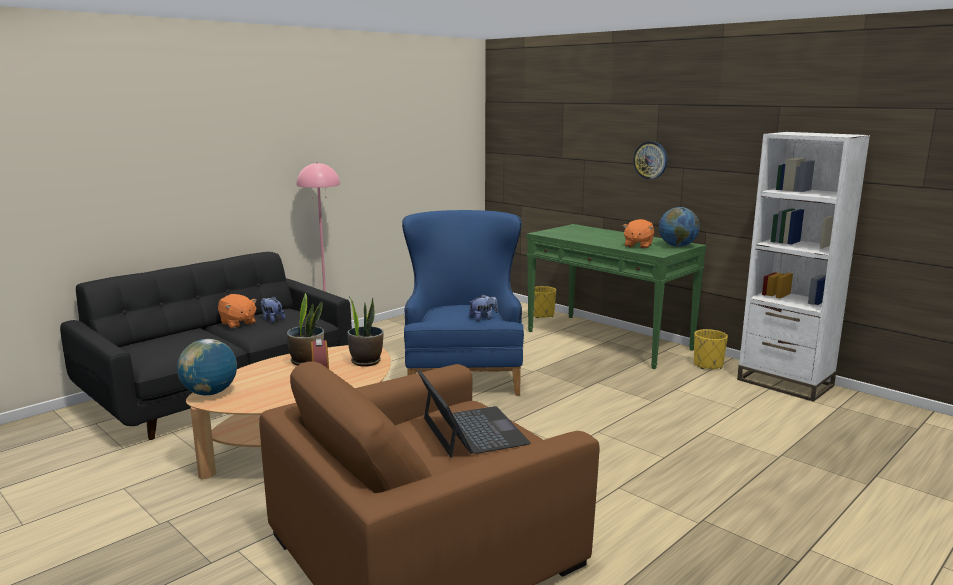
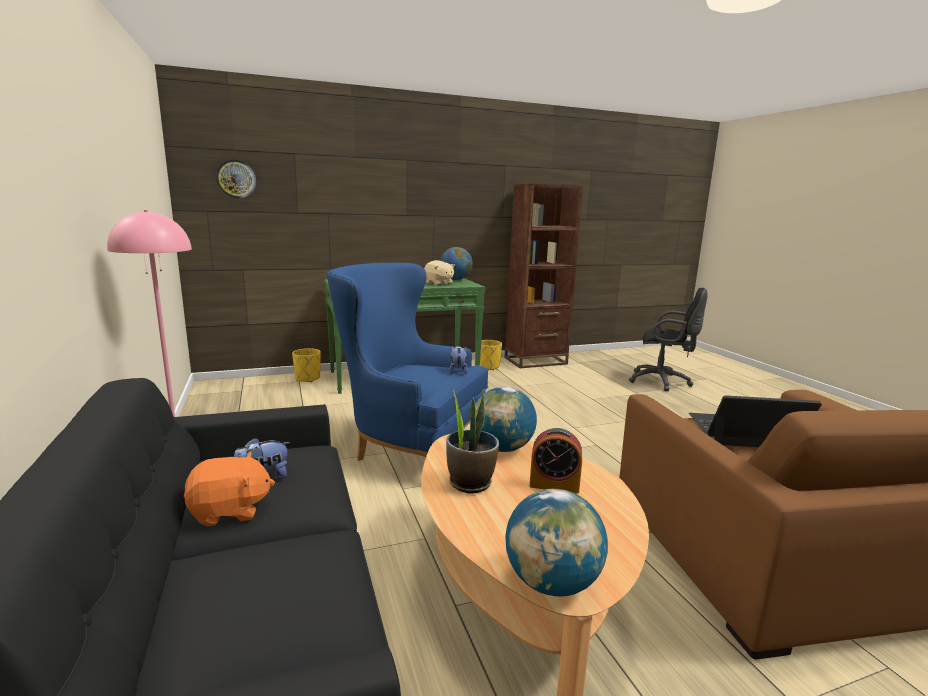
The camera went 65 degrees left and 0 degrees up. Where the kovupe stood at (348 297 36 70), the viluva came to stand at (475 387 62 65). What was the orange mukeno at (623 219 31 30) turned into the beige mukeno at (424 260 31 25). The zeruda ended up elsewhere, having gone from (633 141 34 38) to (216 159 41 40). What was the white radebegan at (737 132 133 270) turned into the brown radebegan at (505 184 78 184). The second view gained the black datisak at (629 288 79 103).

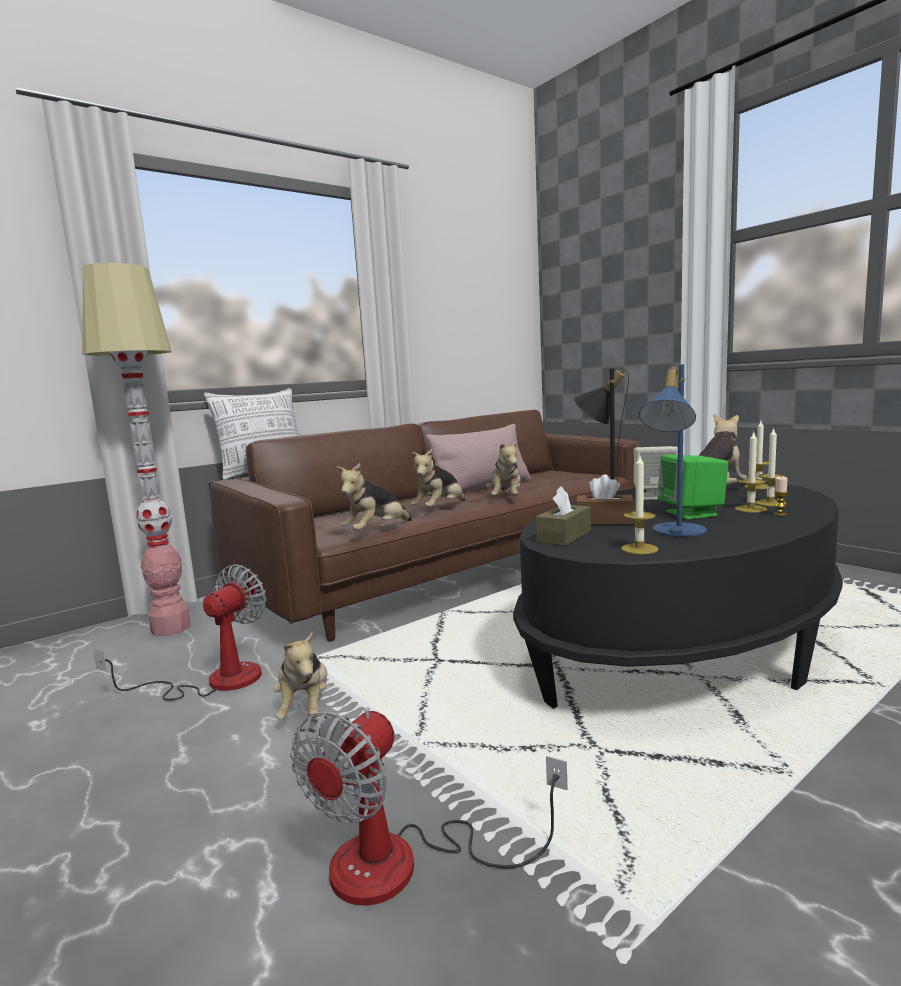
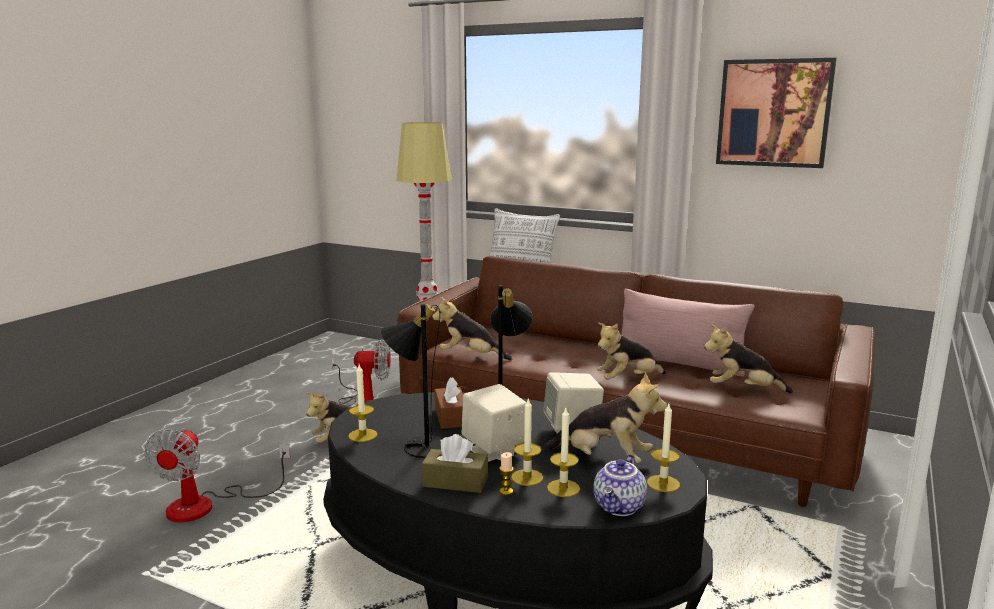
The camera went 65 degrees right and 5 degrees up. The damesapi at (290 707 277 199) ended up facing another way, 90 degrees counterclockwise from before. The mukeno ended up elsewhere, having gone from (411 449 54 59) to (704 324 89 69). The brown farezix ended up elsewhere, having gone from (536 486 55 60) to (422 434 66 59). What was the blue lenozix at (639 364 68 173) turned into the black lenozix at (381 304 62 154). What was the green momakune at (657 455 72 65) turned into the beige momakune at (462 384 65 77). The second view gained the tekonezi at (593 454 54 62). The second view gained the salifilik at (716 58 121 110).

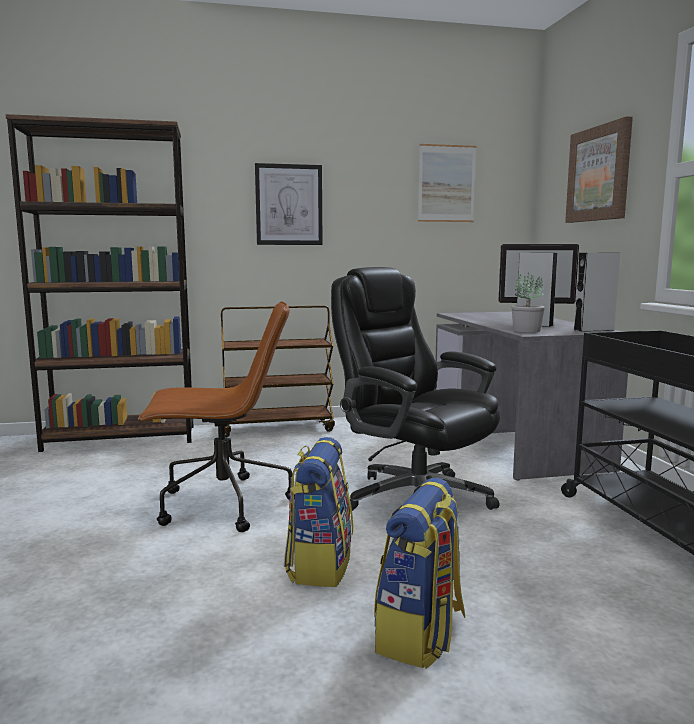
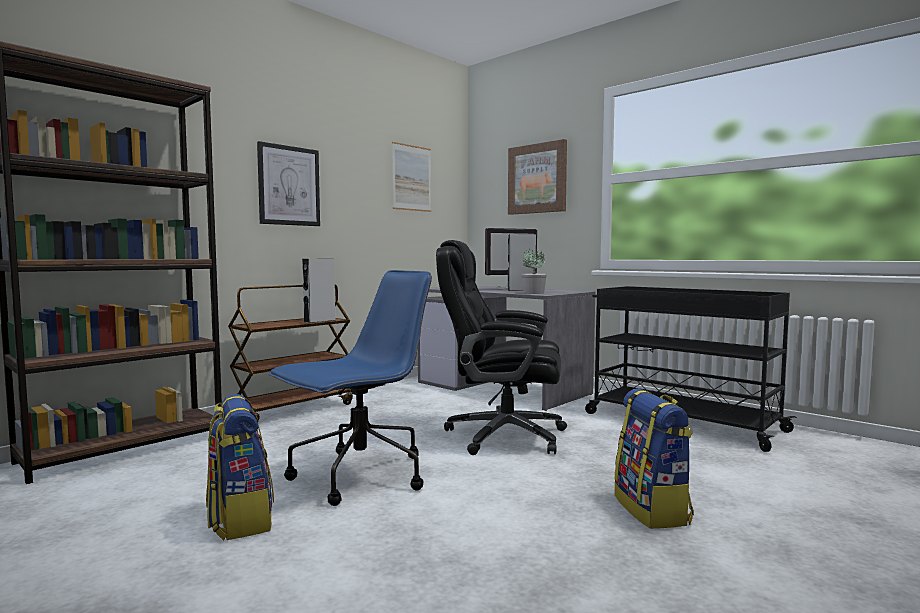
The camera went 35 degrees left and 5 degrees down. What was the brown datisak at (138 301 157 231) turned into the blue datisak at (268 270 164 236). The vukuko ended up elsewhere, having gone from (284 437 69 150) to (206 394 68 146). The grey momakune ended up elsewhere, having gone from (574 253 46 79) to (302 259 34 64).

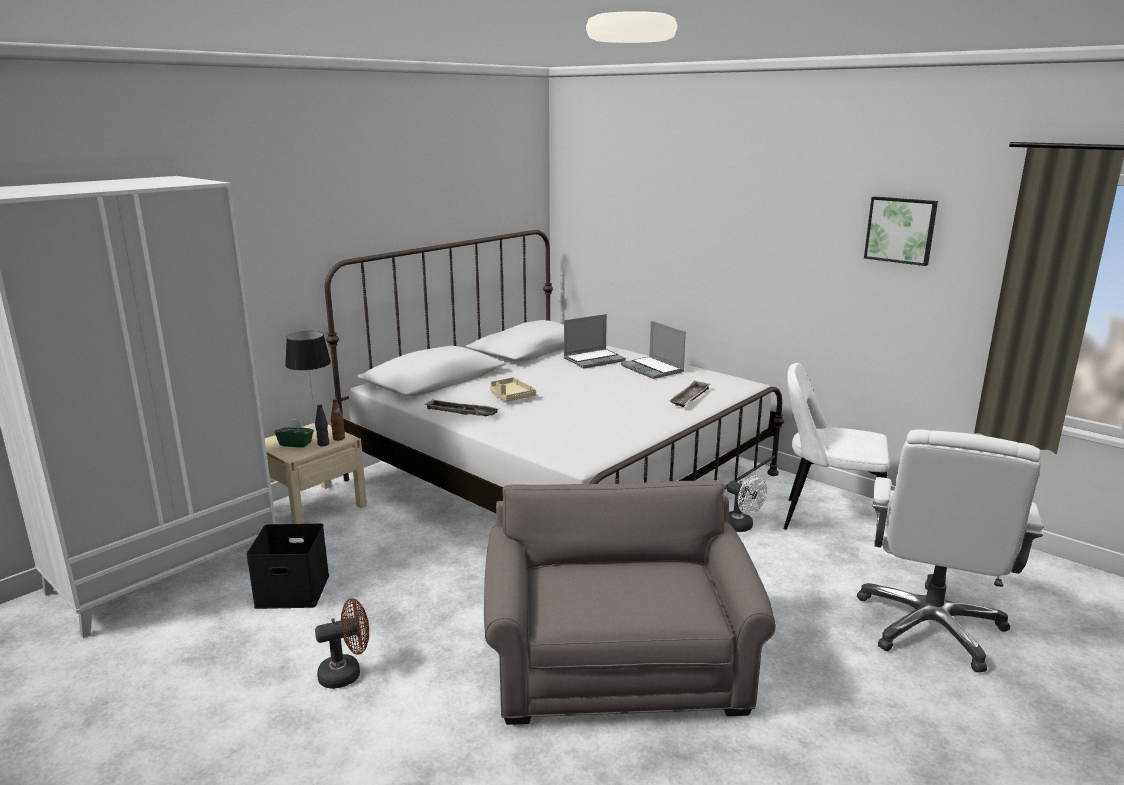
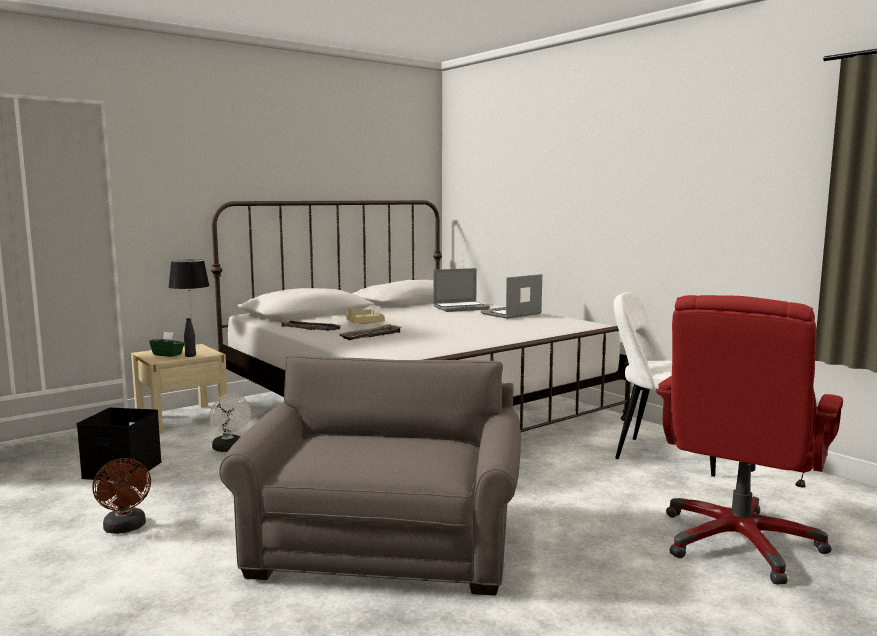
The camera went 10 degrees right and 10 degrees down. The brown damesapi at (315 598 54 91) ended up facing another way, 75 degrees clockwise from before. The second view lost the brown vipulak at (331 399 14 42). The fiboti at (621 321 65 58) ended up facing another way, 75 degrees clockwise from before. The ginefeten ended up elsewhere, having gone from (670 380 40 27) to (339 324 63 16). The white damesapi ended up elsewhere, having gone from (727 475 40 57) to (210 394 41 58). What was the white datisak at (857 429 186 244) turned into the red datisak at (656 295 187 289). The second view lost the salifilik at (864 197 74 69).

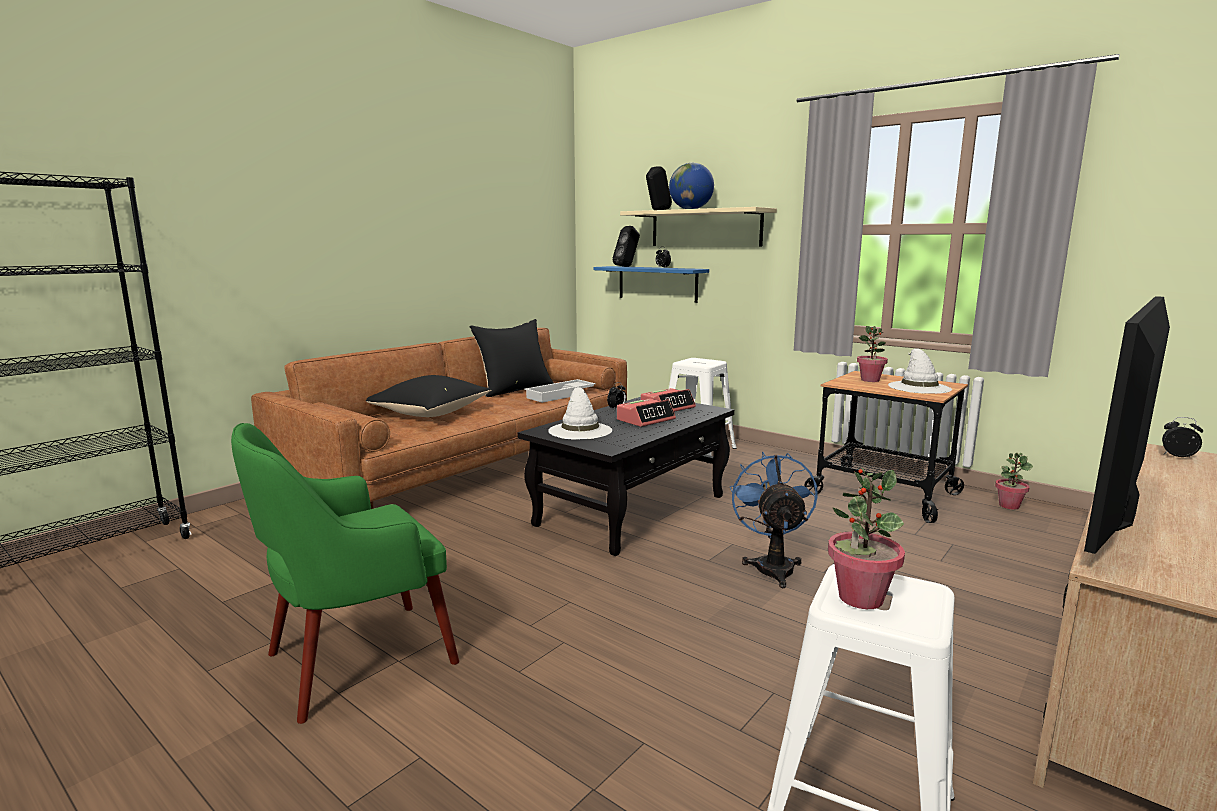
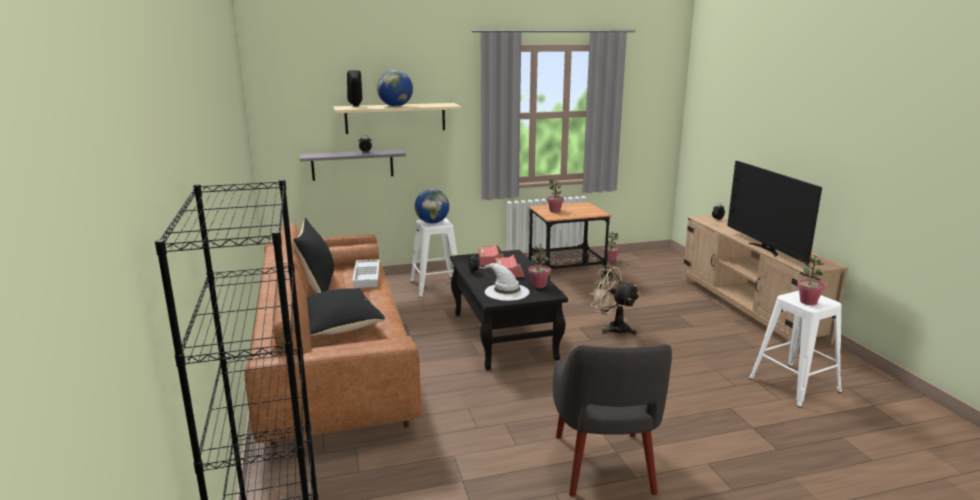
The camera went 55 degrees left and 5 degrees up. What was the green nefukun at (231 423 228 301) turned into the grey nefukun at (553 344 119 153). What was the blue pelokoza at (594 266 115 37) turned into the grey pelokoza at (300 149 106 32). The second view lost the black momakune at (612 226 28 41). What was the blue damesapi at (730 451 88 137) turned into the beige damesapi at (590 265 49 70). The second view lost the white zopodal at (888 348 64 46). The second view gained the viluva at (415 189 34 34). The second view gained the kovupe at (528 244 23 44).

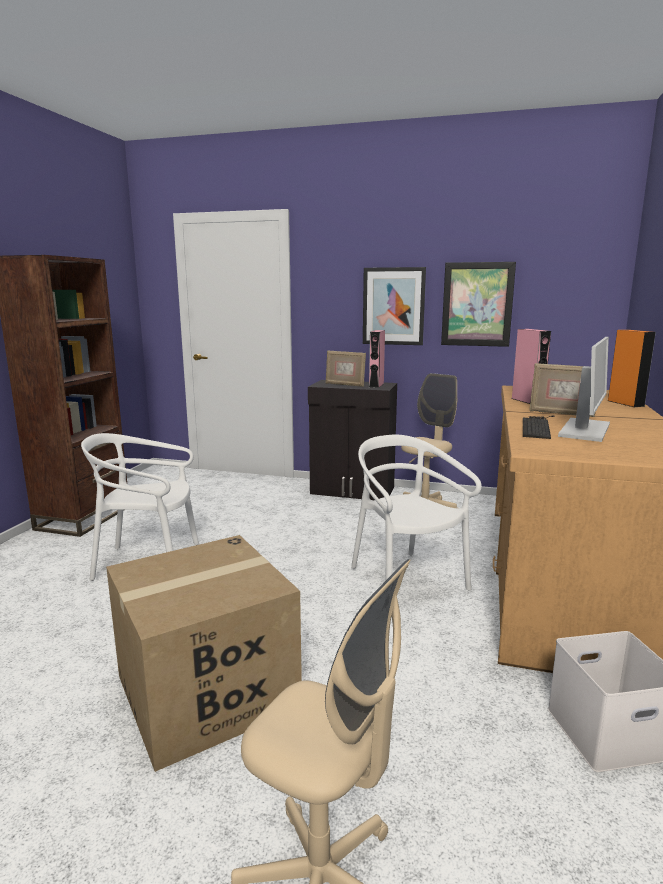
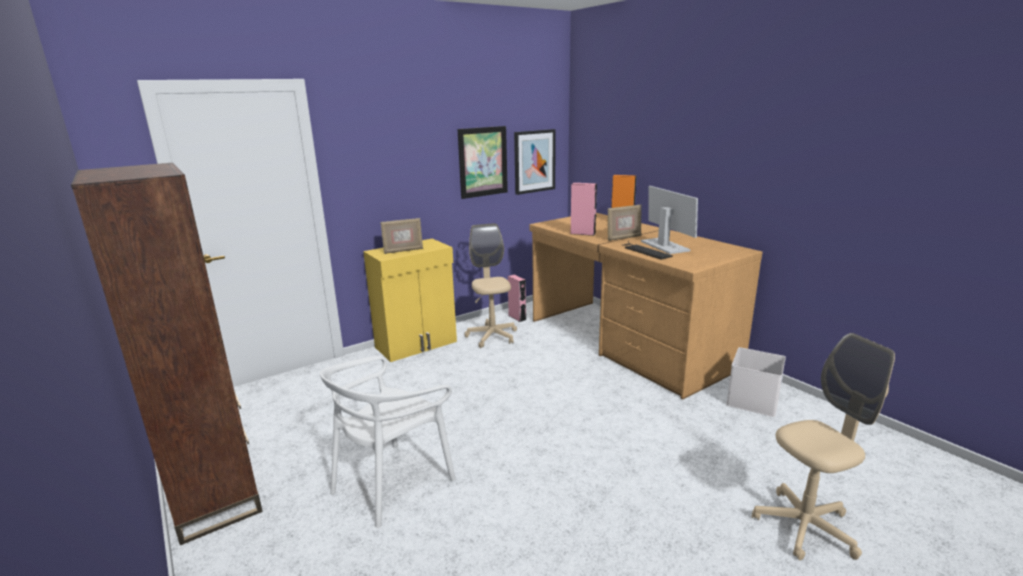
The camera went 50 degrees left and 5 degrees up. The second view lost the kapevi at (106 535 196 237). What was the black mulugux at (308 380 89 120) turned into the yellow mulugux at (363 239 94 123). The second view lost the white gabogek at (351 435 131 155). The salifilik ended up elsewhere, having gone from (363 267 63 78) to (514 129 42 66). The pink momakune ended up elsewhere, having gone from (369 330 16 58) to (508 275 18 47).

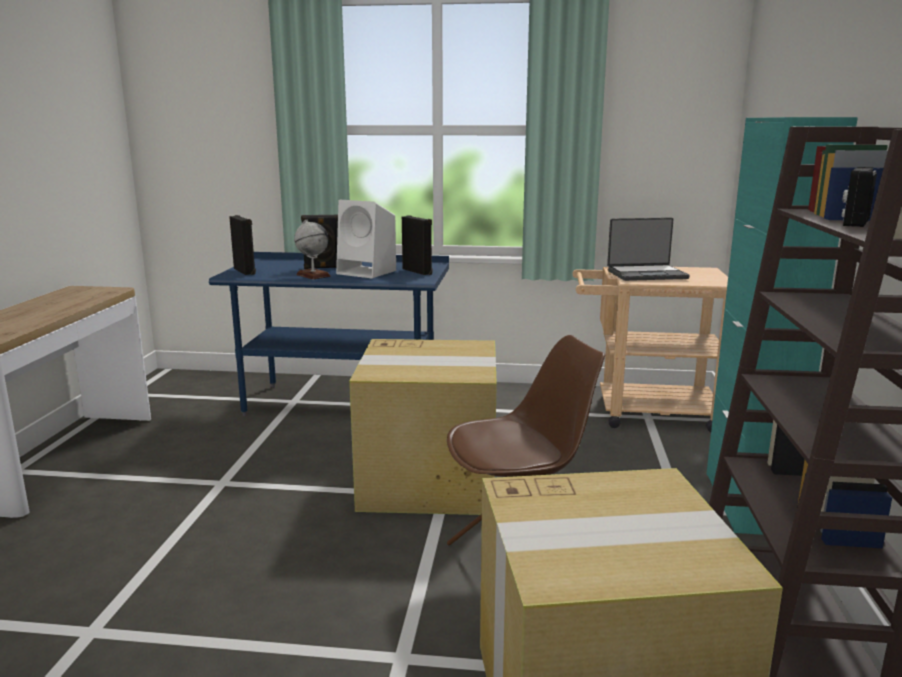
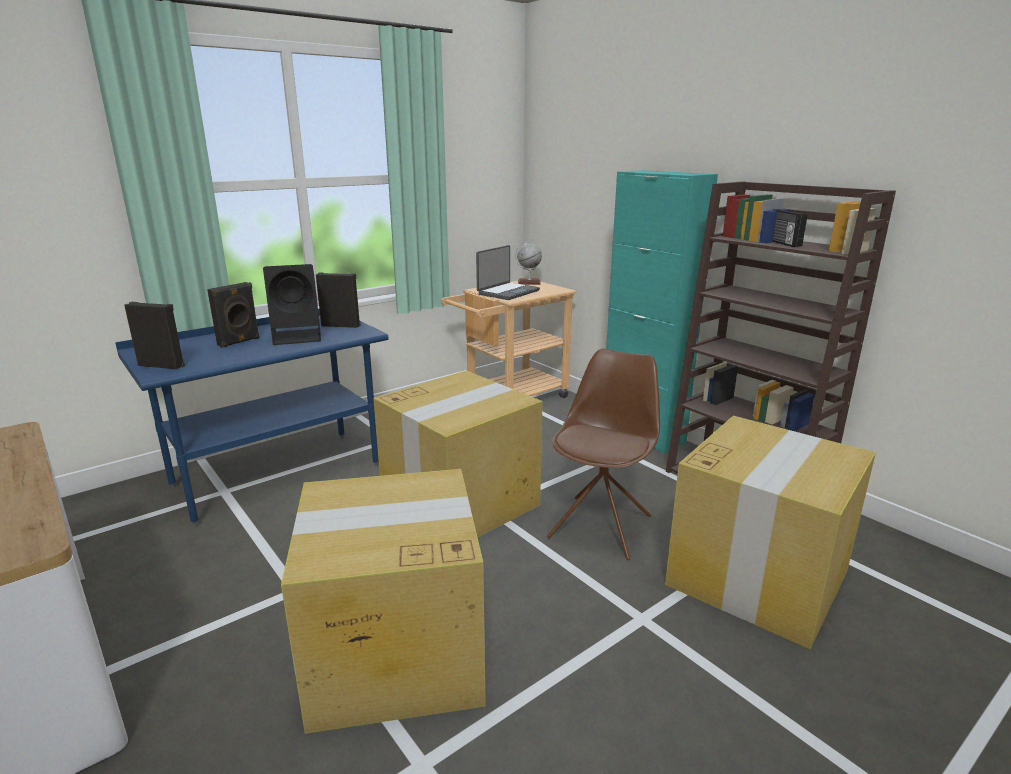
The camera went 45 degrees left and 5 degrees up. The viluva ended up elsewhere, having gone from (294 220 37 59) to (515 242 27 43). What was the white momakune at (336 200 60 78) turned into the black momakune at (263 264 58 81). The second view gained the kapevi at (281 469 205 265).

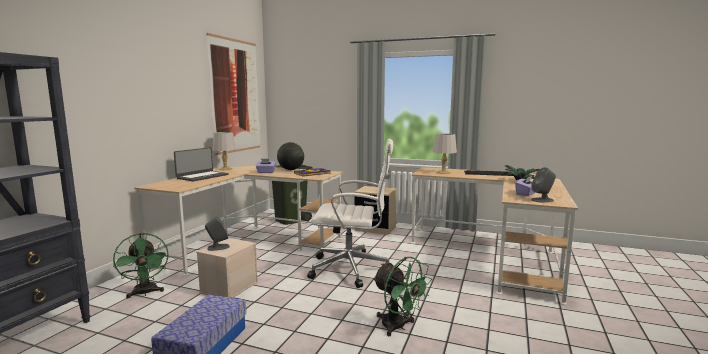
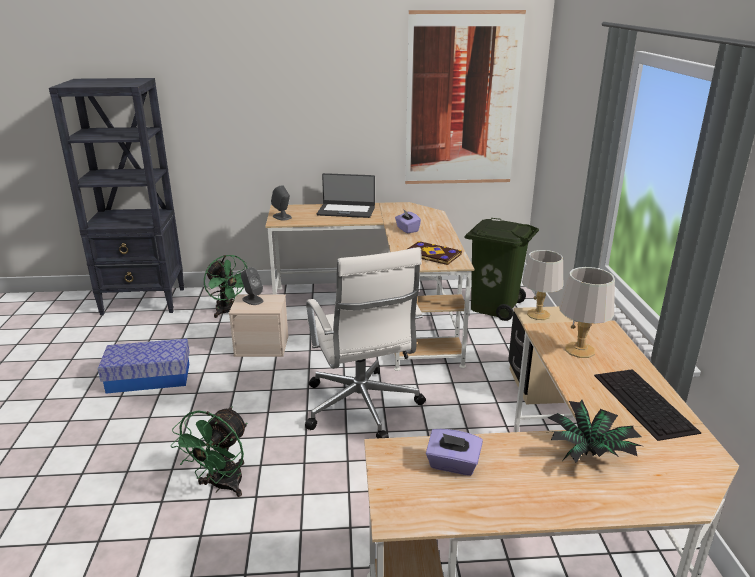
The camera went 65 degrees right and 15 degrees up. The green damesapi at (113 233 56 66) ended up facing another way, 75 degrees counterclockwise from before. The grey lenozix ended up elsewhere, having gone from (212 132 24 38) to (522 250 41 70). The second view lost the viluva at (277 142 27 28). The grey momakune ended up elsewhere, having gone from (531 167 25 35) to (271 185 21 35).

